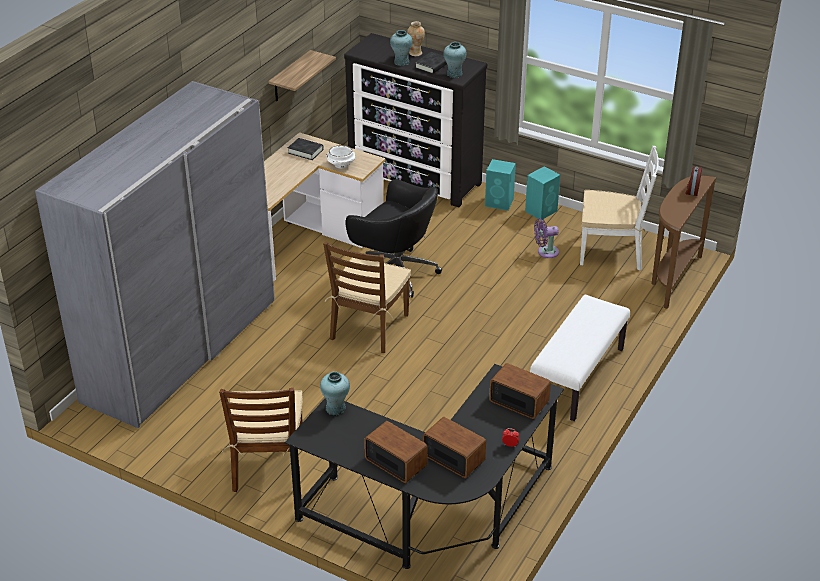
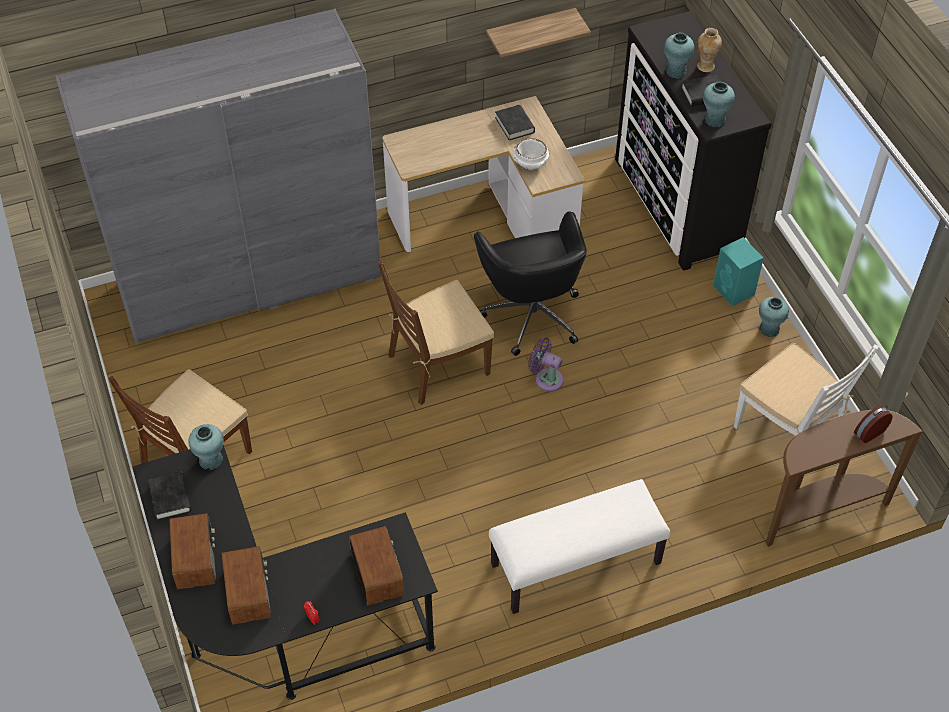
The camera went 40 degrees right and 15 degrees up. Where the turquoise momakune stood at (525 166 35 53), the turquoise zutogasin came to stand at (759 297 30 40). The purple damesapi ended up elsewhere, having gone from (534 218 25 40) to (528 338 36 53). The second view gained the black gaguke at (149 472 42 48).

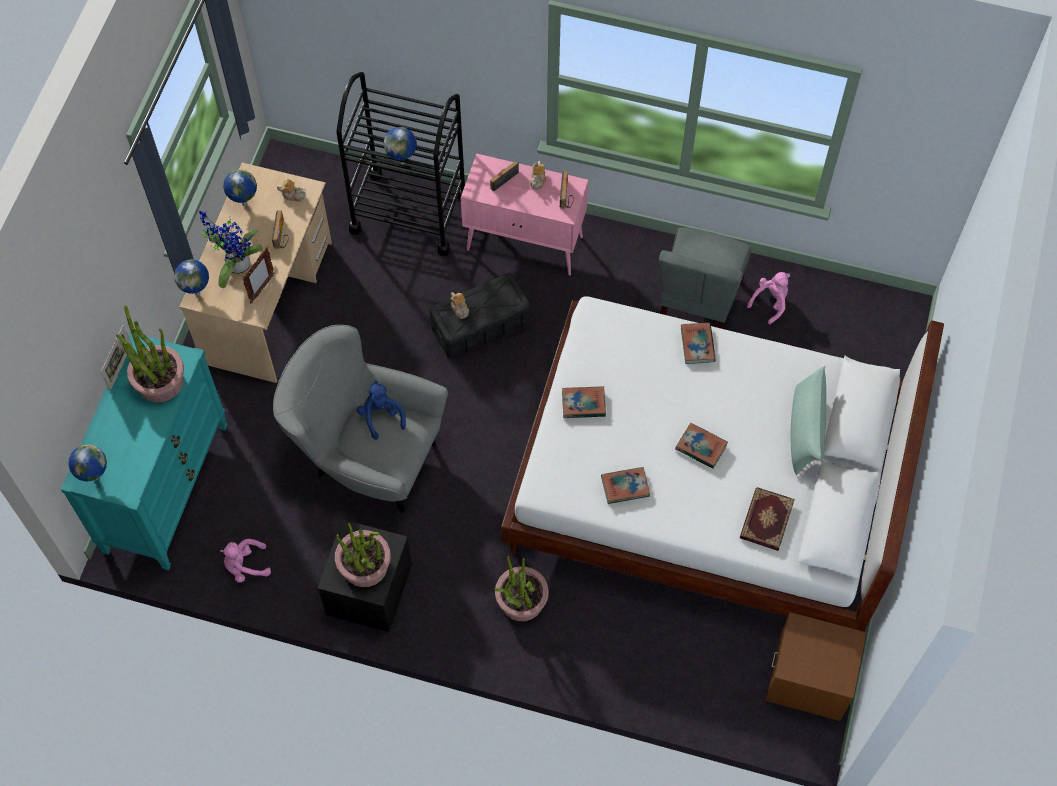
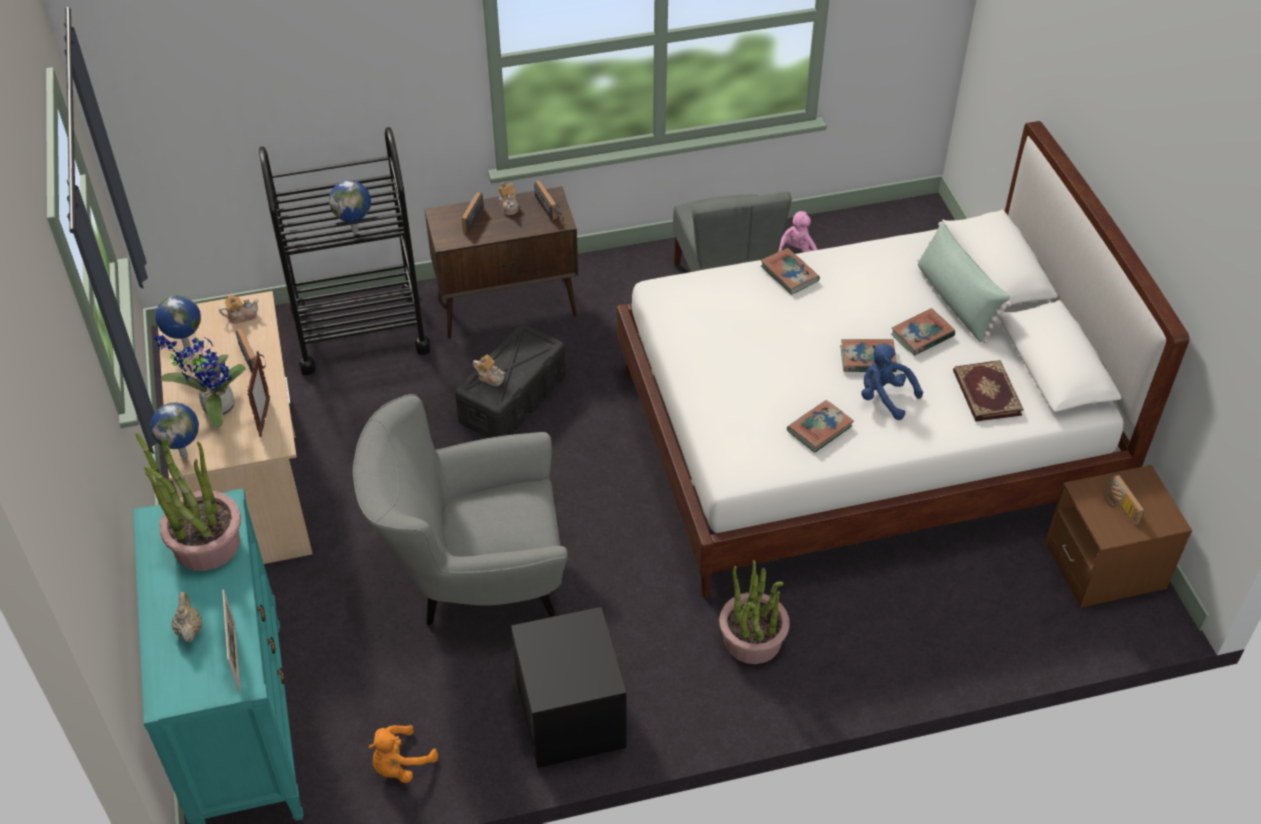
The camera went 30 degrees left and 15 degrees down. The second view lost the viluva at (69 444 38 37). The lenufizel ended up elsewhere, having gone from (101 325 31 66) to (222 589 19 104). What was the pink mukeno at (220 539 51 44) turned into the orange mukeno at (369 725 69 58). The second view lost the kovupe at (335 523 56 64). The blue mukeno ended up elsewhere, having gone from (357 380 49 60) to (861 344 62 76). What was the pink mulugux at (461 153 127 122) turned into the brown mulugux at (425 187 153 152). The gaguke ended up elsewhere, having gone from (562 386 44 32) to (891 308 64 48). The second view gained the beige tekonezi at (171 591 31 51). The second view gained the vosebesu at (1104 475 41 50).

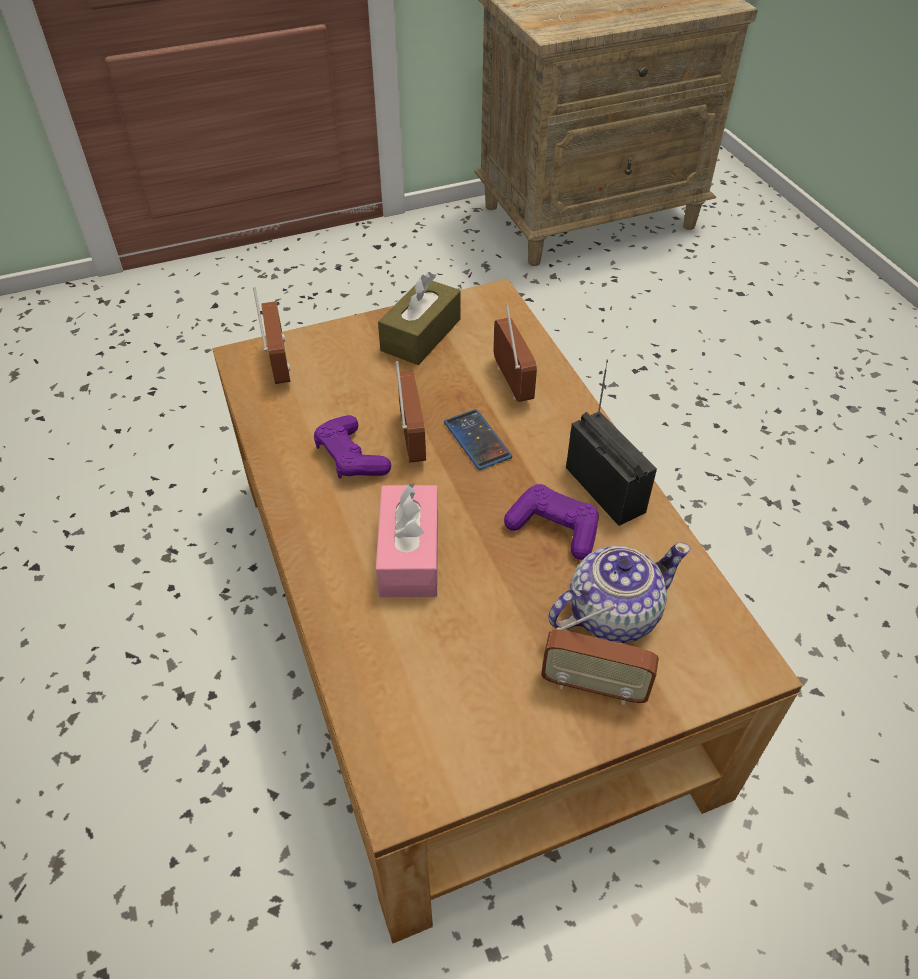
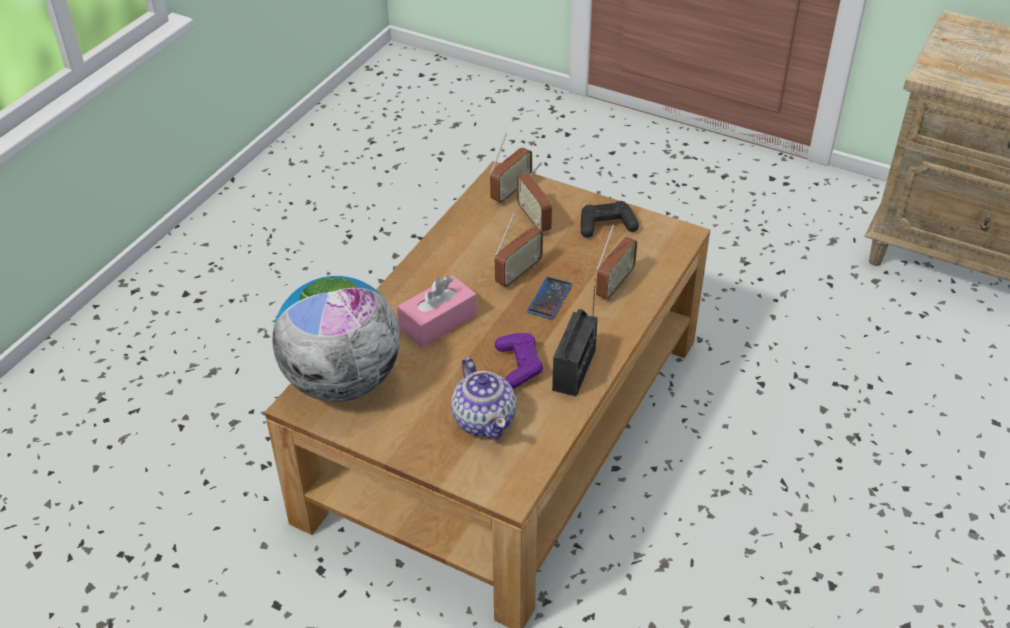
The camera went 50 degrees right and 5 degrees down. The second view lost the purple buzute at (314 415 77 64). Where the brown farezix stood at (378 272 83 93), the black buzute came to stand at (581 201 58 37). The vosebesu ended up elsewhere, having gone from (541 604 118 101) to (516 162 36 70). The tekonezi at (548 543 143 100) ended up facing another way, 45 degrees clockwise from before. The second view gained the viluva at (272 276 128 126).

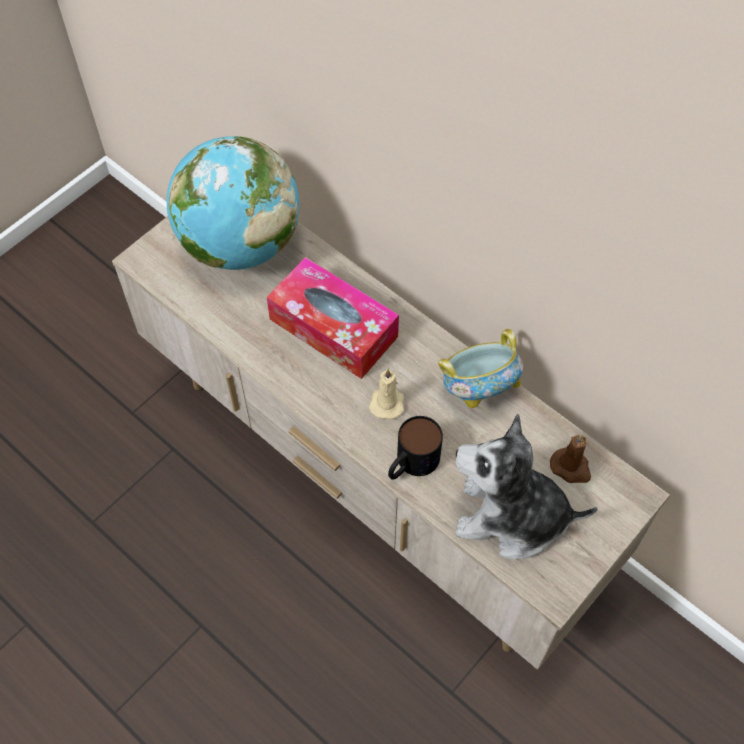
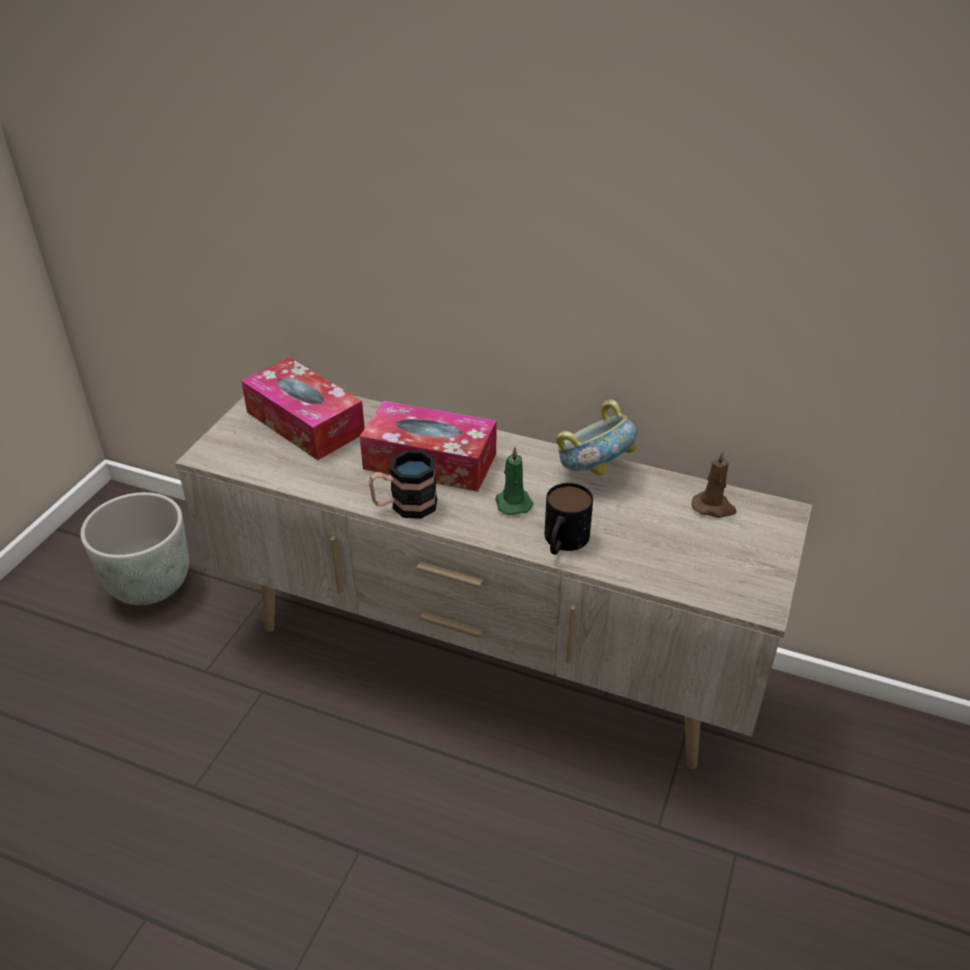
The camera went 20 degrees left and 20 degrees down. Where the viluva stood at (166 136 133 134), the farezix came to stand at (241 357 124 103). What was the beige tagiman at (369 369 35 51) turned into the green tagiman at (496 447 37 68). The second view lost the mukeno at (455 414 143 145). The second view gained the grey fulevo at (80 492 109 113). The second view gained the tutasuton at (369 450 68 69).

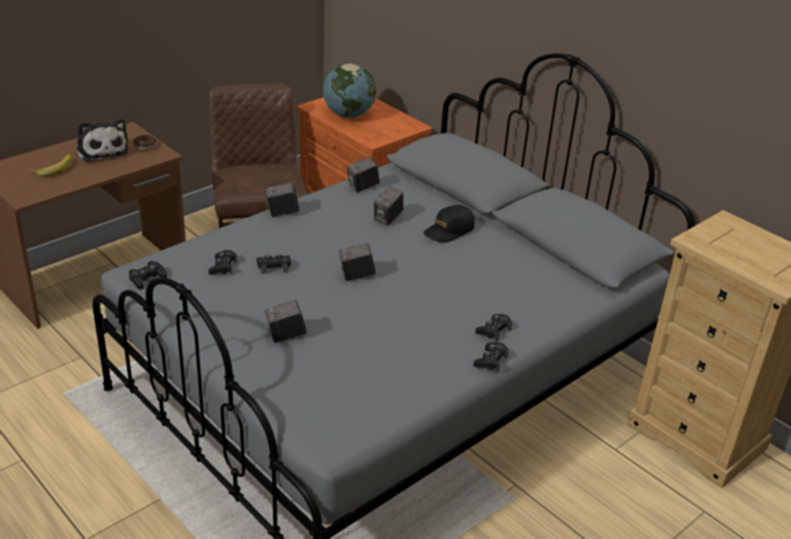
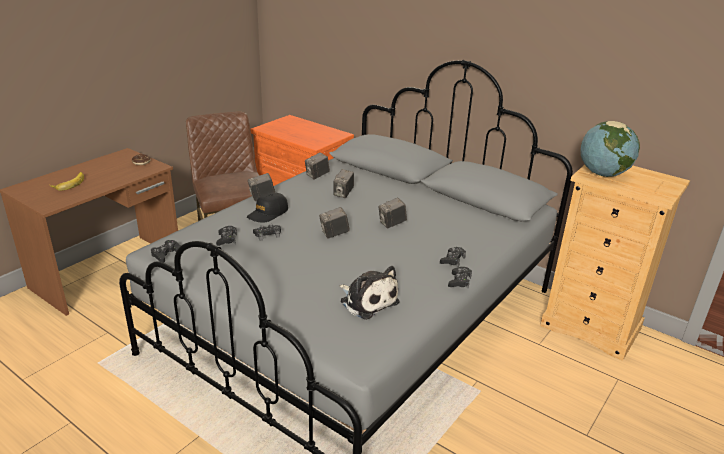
The camera went 10 degrees left and 5 degrees down. The mukeno ended up elsewhere, having gone from (76 119 53 43) to (339 266 61 54). The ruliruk ended up elsewhere, having gone from (265 300 42 43) to (378 198 29 31). The viluva ended up elsewhere, having gone from (323 63 53 55) to (581 121 59 56). The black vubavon ended up elsewhere, having gone from (423 205 52 37) to (247 192 41 31).

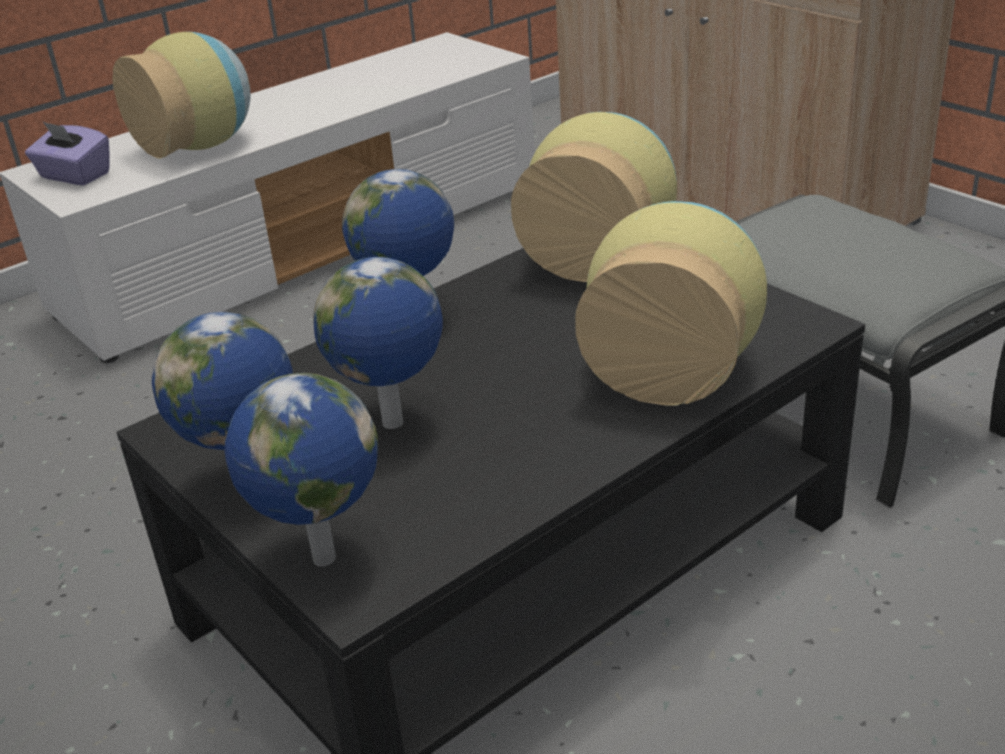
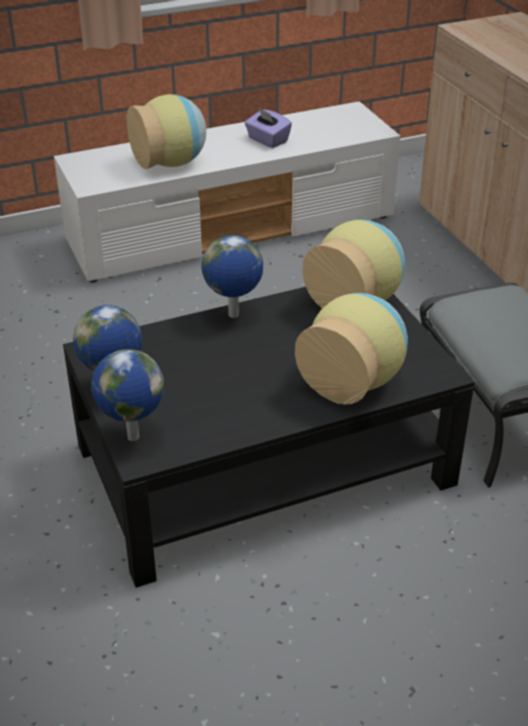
The camera went 15 degrees right and 5 degrees up. The purple farezix ended up elsewhere, having gone from (25 121 85 64) to (245 108 47 40). The second view lost the viluva at (313 257 130 172).

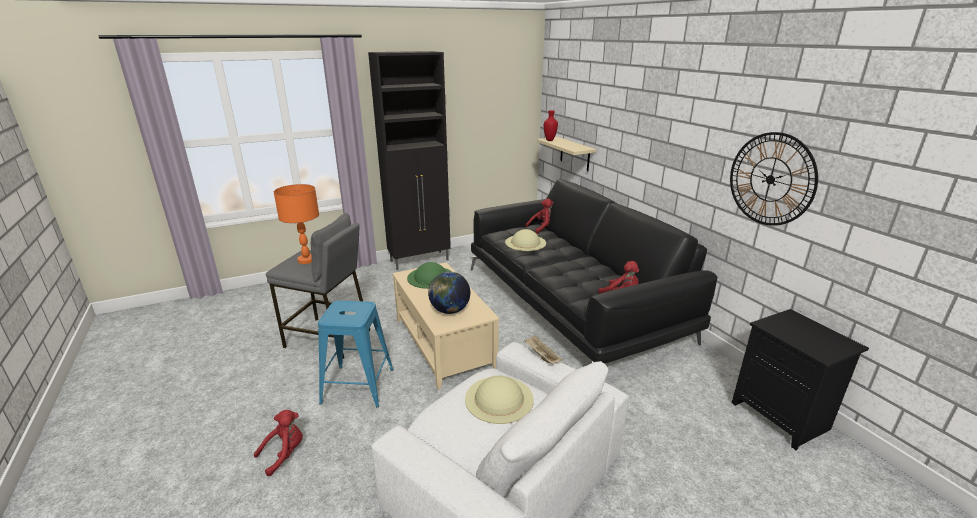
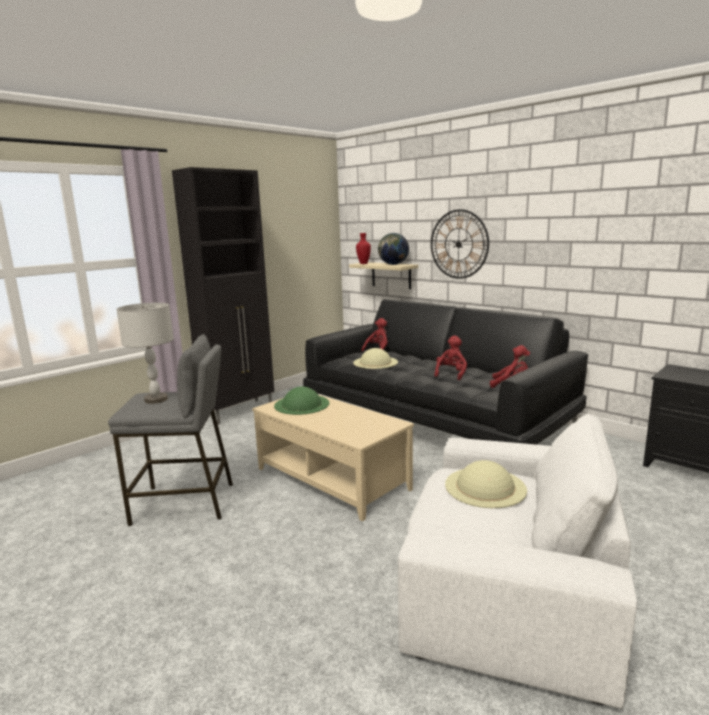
The camera went 20 degrees left and 10 degrees down. The red mukeno ended up elsewhere, having gone from (254 410 49 66) to (434 335 33 45). What was the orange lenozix at (274 184 45 80) turned into the grey lenozix at (116 303 58 101). The second view lost the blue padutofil at (318 301 76 106). The viluva ended up elsewhere, having gone from (428 272 42 42) to (378 233 31 32). The second view lost the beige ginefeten at (524 335 39 29). The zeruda ended up elsewhere, having gone from (730 132 88 94) to (431 209 58 70).

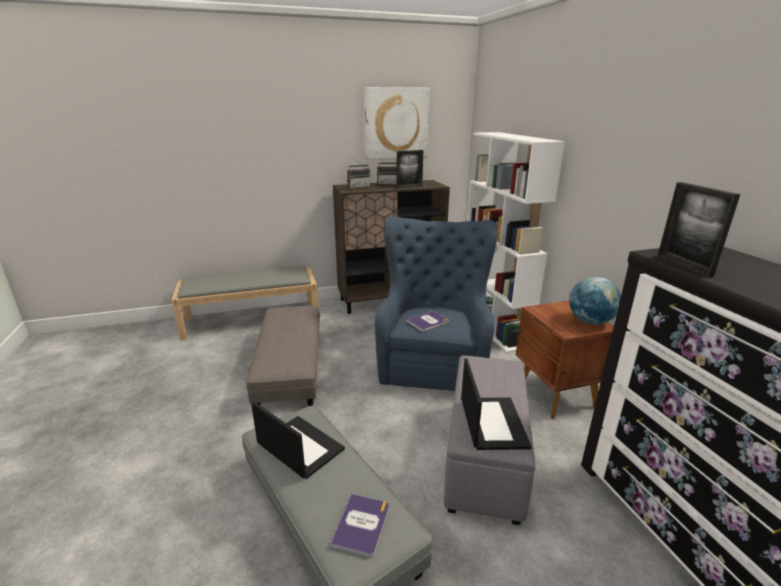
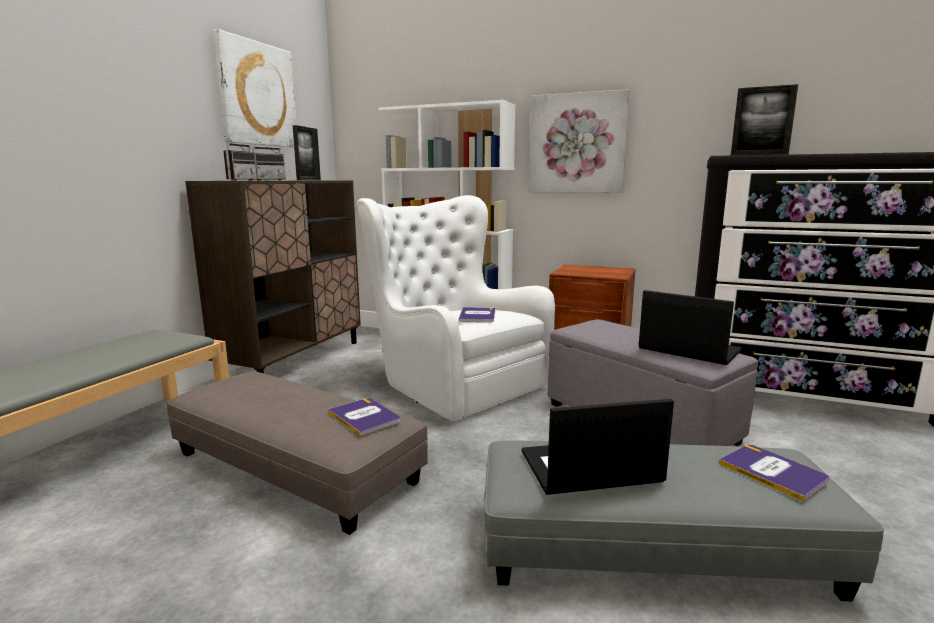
The camera went 50 degrees left and 10 degrees down. What was the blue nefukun at (375 217 123 174) turned into the white nefukun at (357 195 198 226). The second view lost the viluva at (569 277 52 48). The second view gained the gaguke at (328 398 72 38). The second view gained the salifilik at (529 89 101 104).

